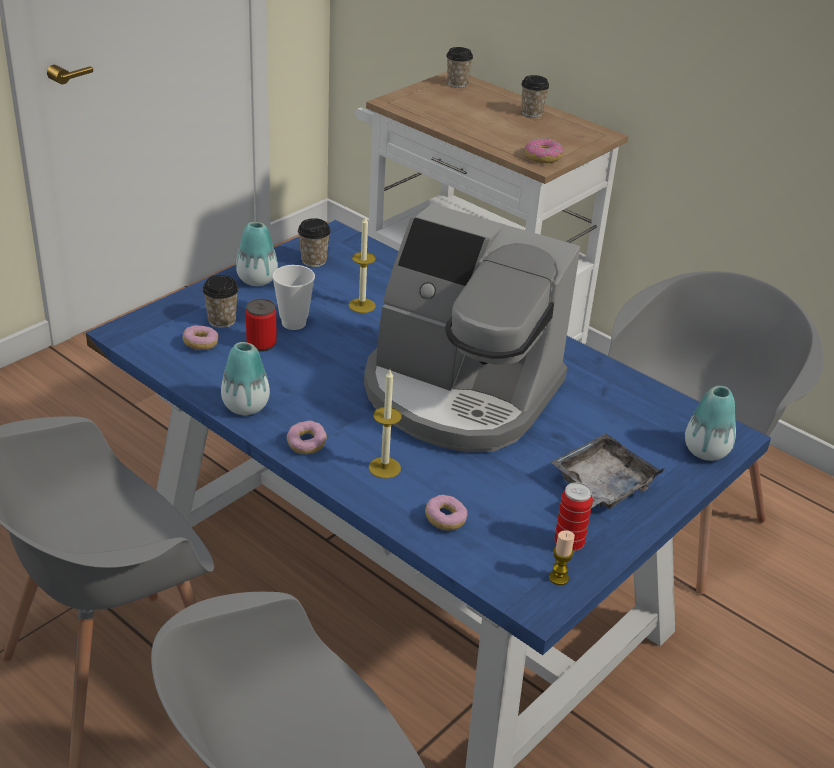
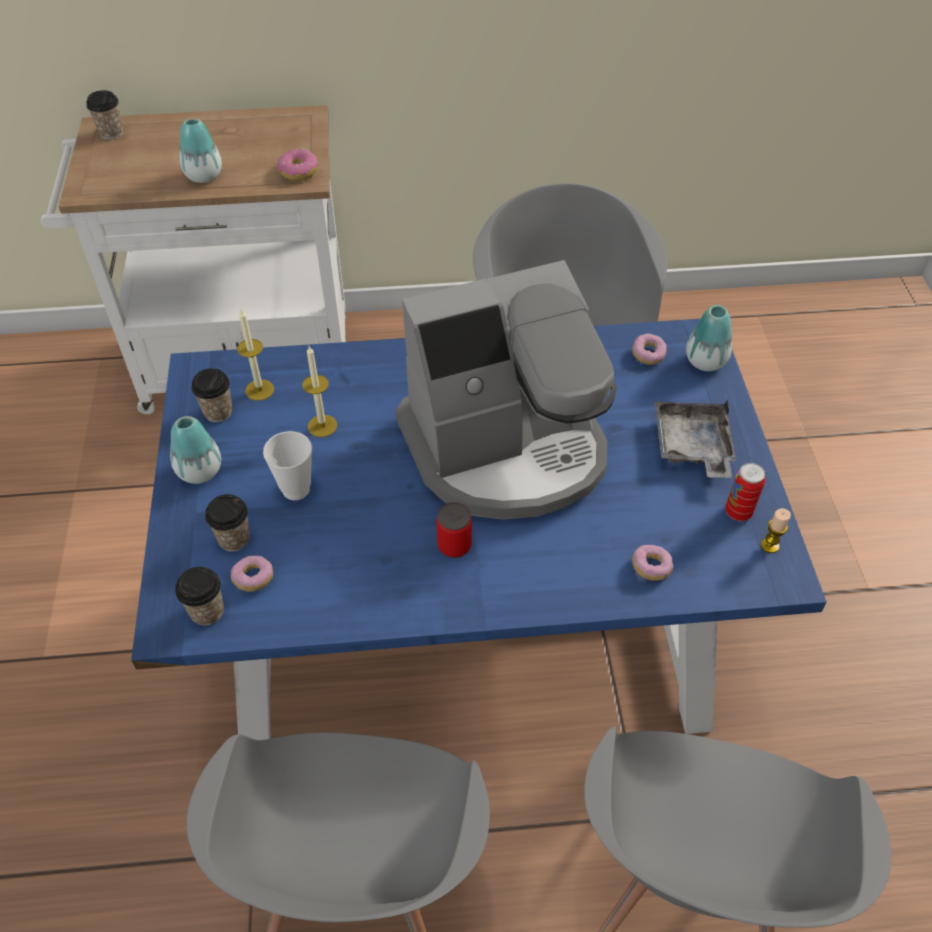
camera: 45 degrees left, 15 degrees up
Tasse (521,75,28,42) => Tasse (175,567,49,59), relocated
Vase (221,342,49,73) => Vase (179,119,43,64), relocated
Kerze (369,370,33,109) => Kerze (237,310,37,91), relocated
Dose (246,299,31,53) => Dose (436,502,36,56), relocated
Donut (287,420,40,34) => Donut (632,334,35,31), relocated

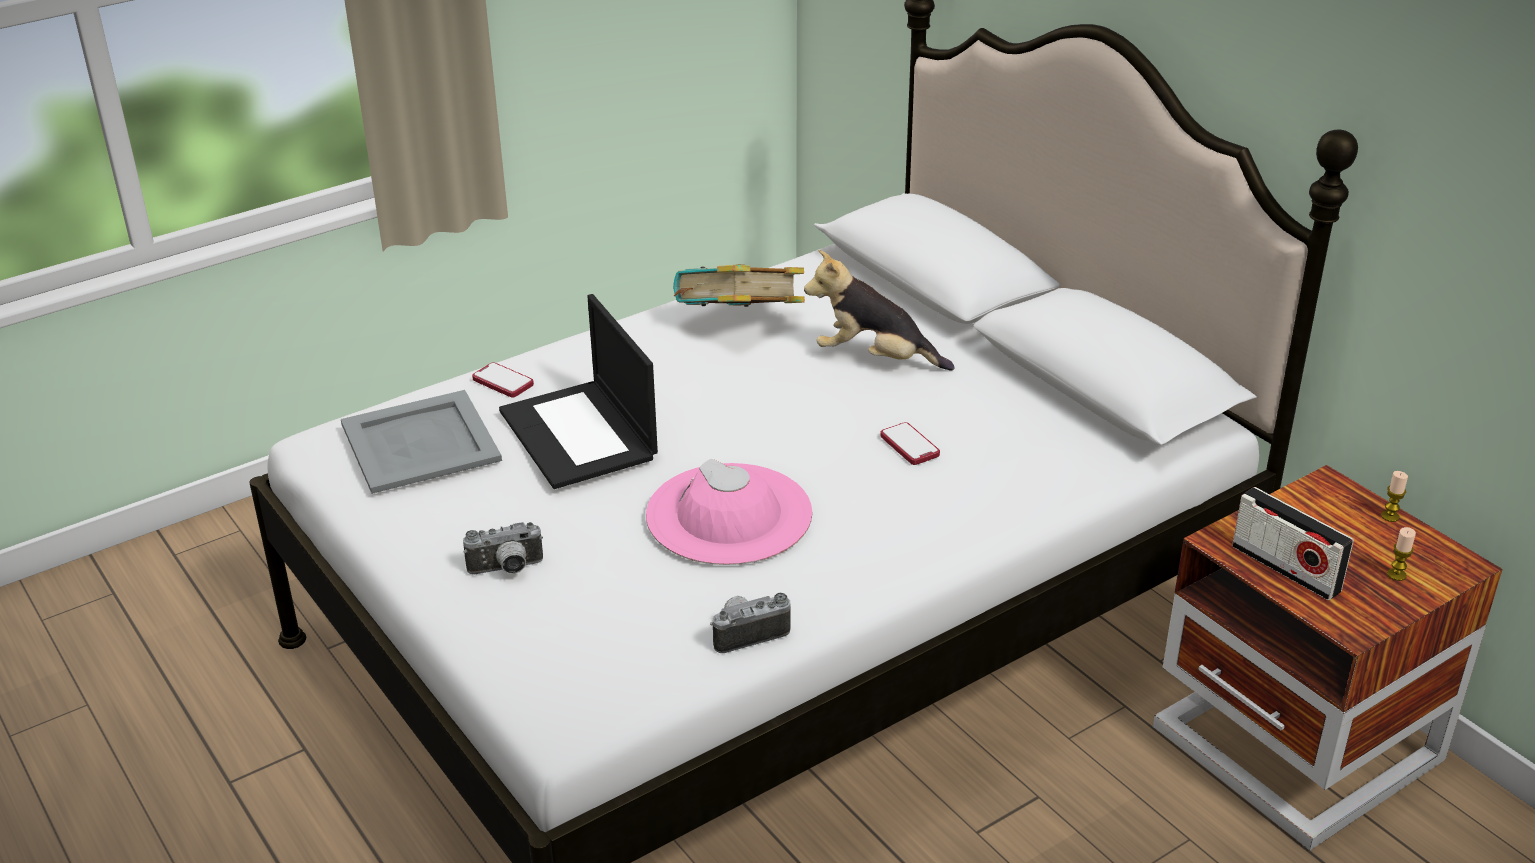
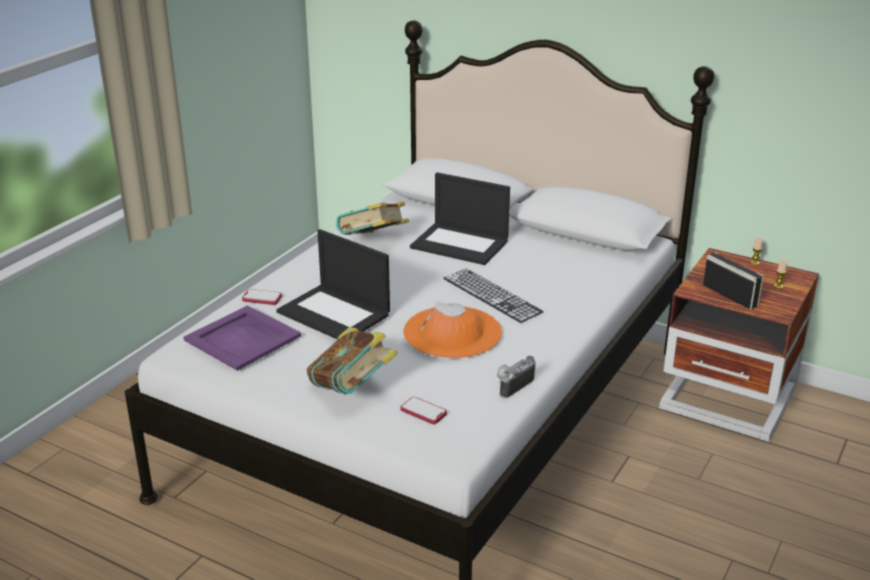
camera: 25 degrees left, 5 degrees down
Tablett (grau) (341,390,161,104) => Tablett (lila) (184,305,117,66)
Kamera (463,522,80,52) => Buch (307,327,90,68)
Handy (880,422,60,43) => Handy (400,397,47,28), relocated
Hut (rosa) (646,458,167,107) => Hut (orange) (404,302,98,56)
Plüschtier (804,250,151,121) => Laptop (410,172,100,93)
nothing => Tastatur (443,269,101,54)
Radio (1232,487,122,113) => Radio (703,252,60,57), 150 degrees counterclockwise

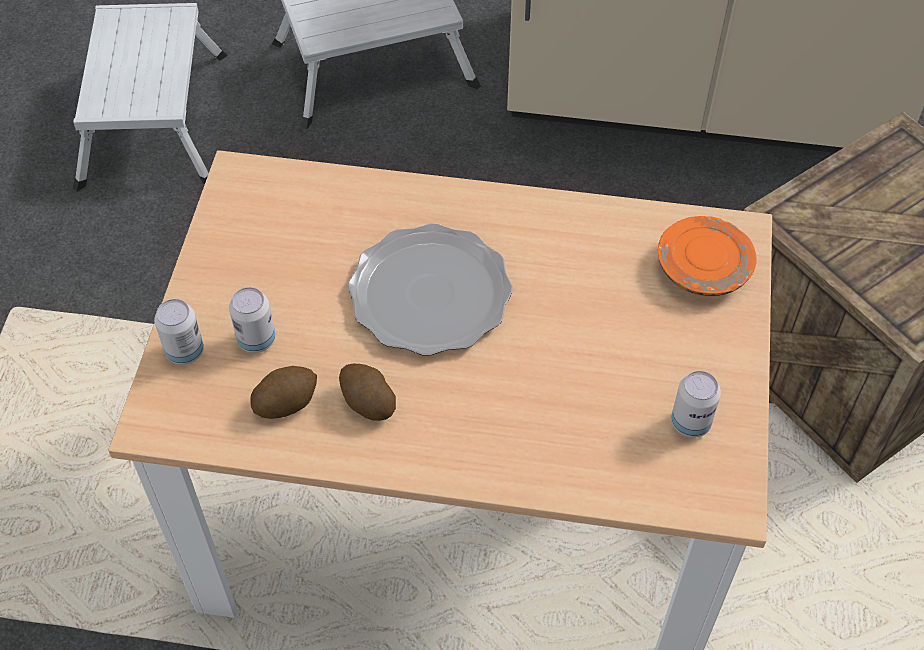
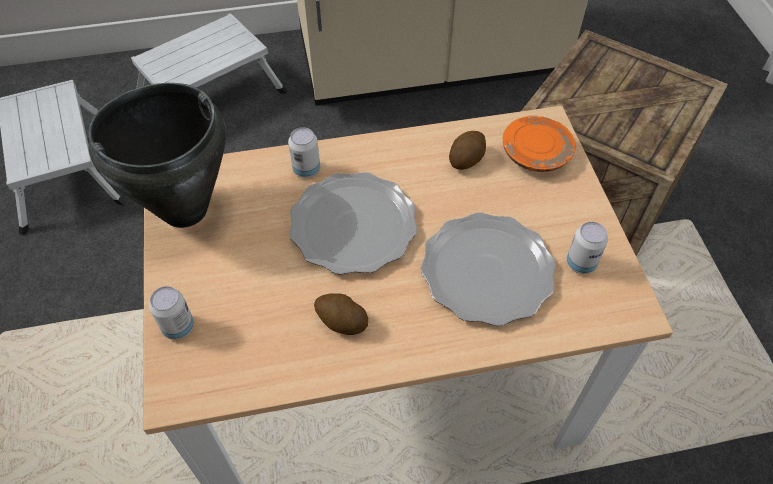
camera: 20 degrees left, 0 degrees up
nothing => Kochtopf (schwarz) (88,83,138,145)
Dose (229,287,47,66) => Dose (288,127,32,51), relocated
nothing => Teller (421,212,135,114)
Kartoffel (251,366,66,53) => Kartoffel (449,131,37,39), relocated

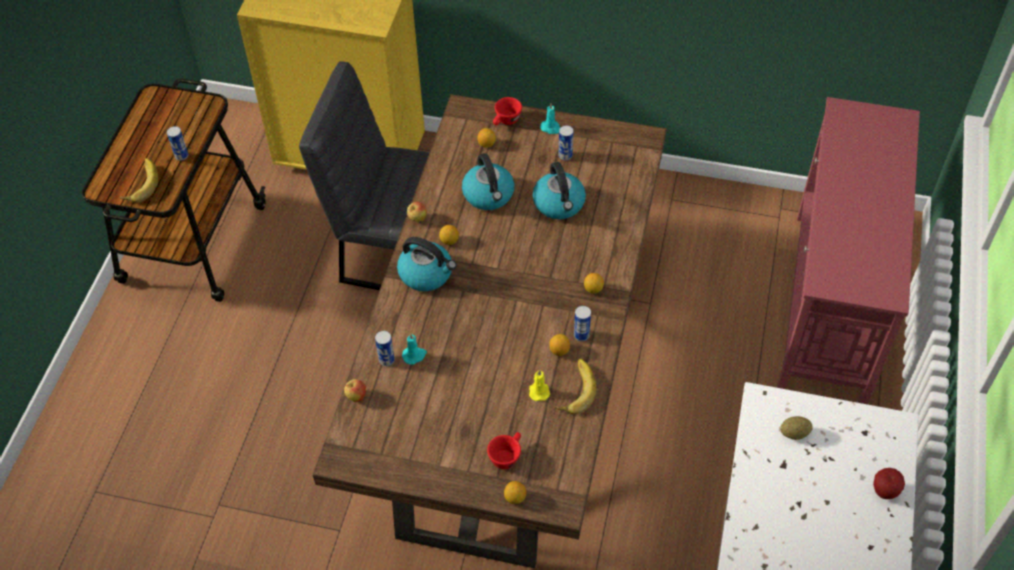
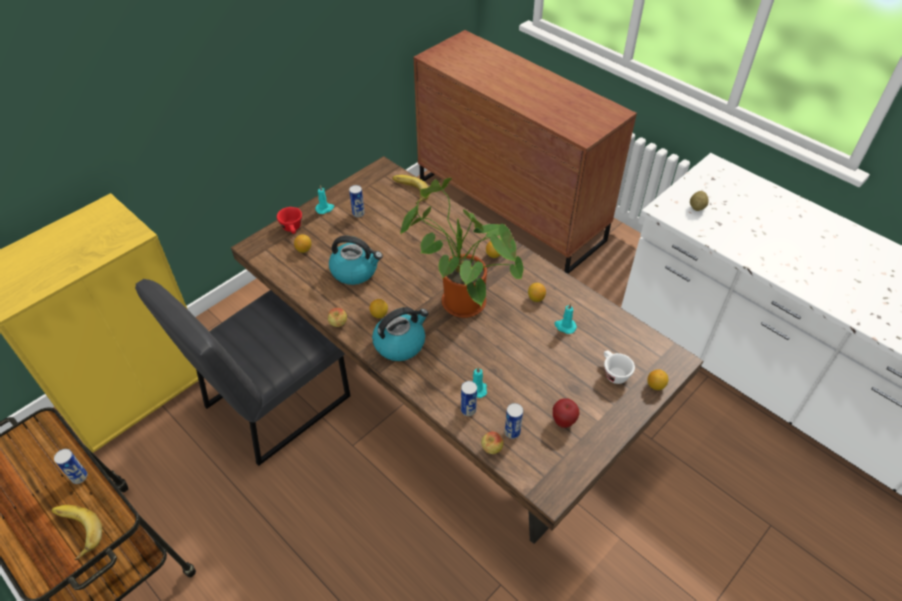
camera: 60 degrees left, 5 degrees down
Banane (555,359,41,55) => Banane (392,175,38,29), relocated
nothing => Topfpflanze (400,178,123,140)
Konsolentisch (rot) (776,97,144,307) => Kommode (braun) (413,30,224,244)
Dose (574,306,17,36) => Dose (505,403,18,36), relocated
Apfel (873,468,32,31) => Apfel (553,398,26,30), relocated
Kerze (gelb) (529,369,21,32) => Kerze (türkis) (554,303,23,31)
Tasse (rot) (487,432,34,37) => Tasse (weiß) (604,351,31,33)
Wasserkessel (533,162,53,57) => nothing

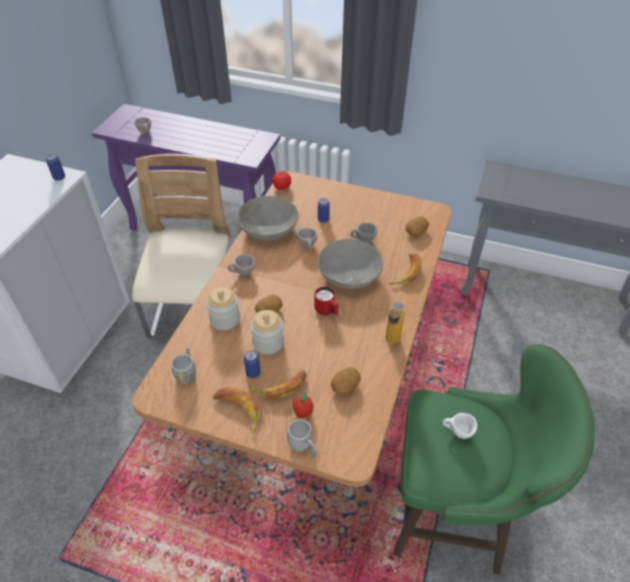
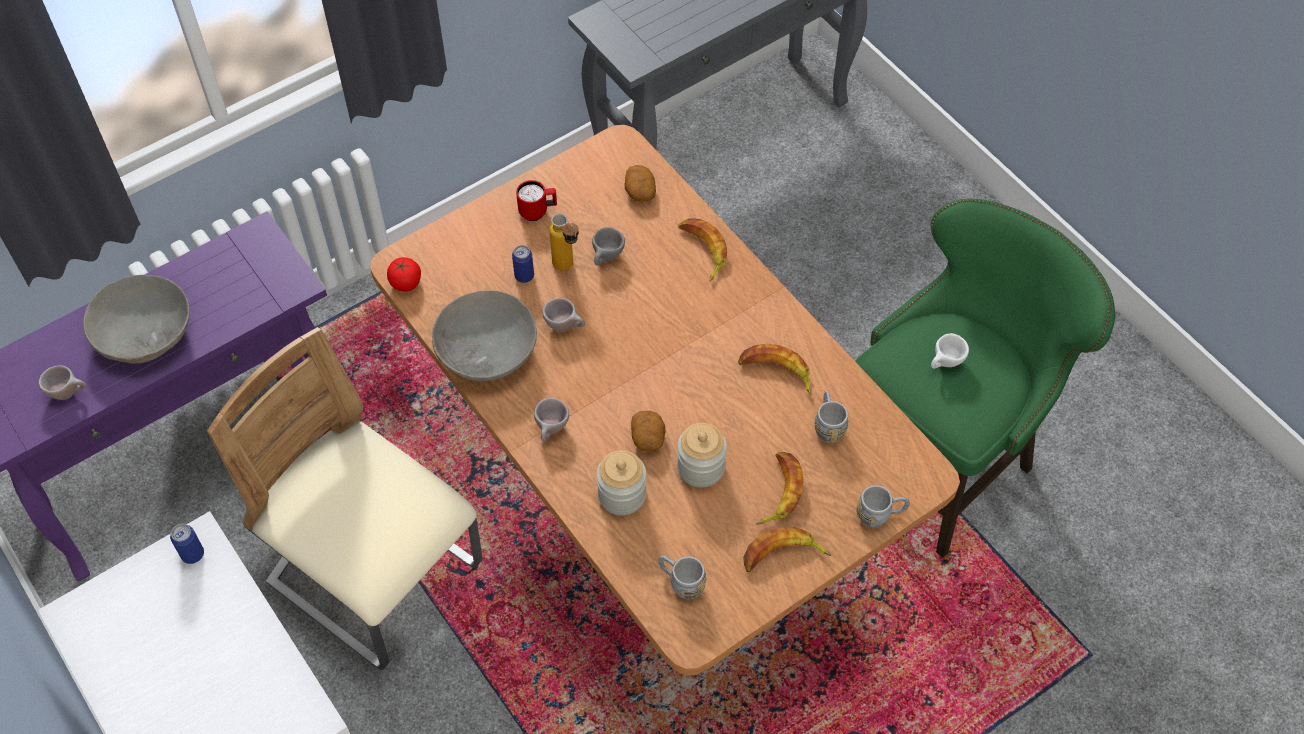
camera: 55 degrees left, 10 degrees up
Schüssel (grau) (318,239,65,50) => Schüssel (grau) (83,275,107,89), relocated
Henkelbecher (rot) (315,287,24,28) => Henkelbecher (rot) (516,180,41,41), relocated
Flasche (386,302,19,42) => Flasche (549,214,30,57), relocated
nothing => Banane (738,344,74,51)
Kartoffel (331,367,30,30) => Henkelbecher (grau) (815,391,34,52)
Dose (244,350,17,28) => nothing
Apfel (293,393,20,25) => nothing

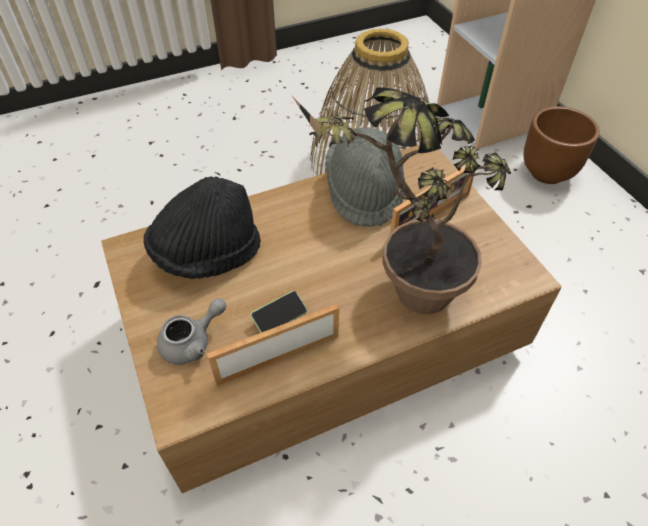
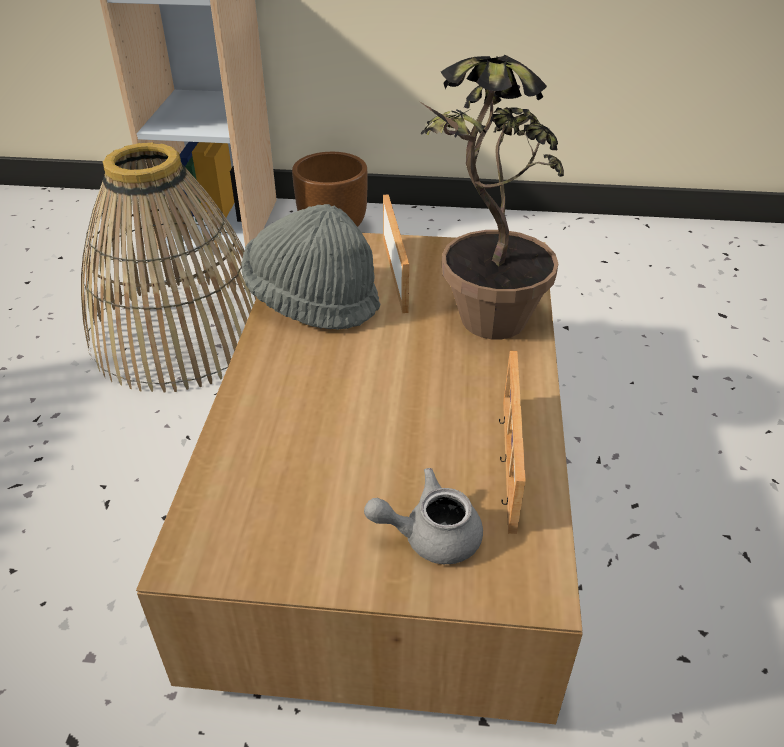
camera: 60 degrees left, 10 degrees down
Teekanne (grau) (157,298,69,67) => Teekanne (grau) (364,468,119,96), 90 degrees counterclockwise
Hut (schwarz) (143,176,118,103) => nothing
Handy (251,291,56,42) => nothing

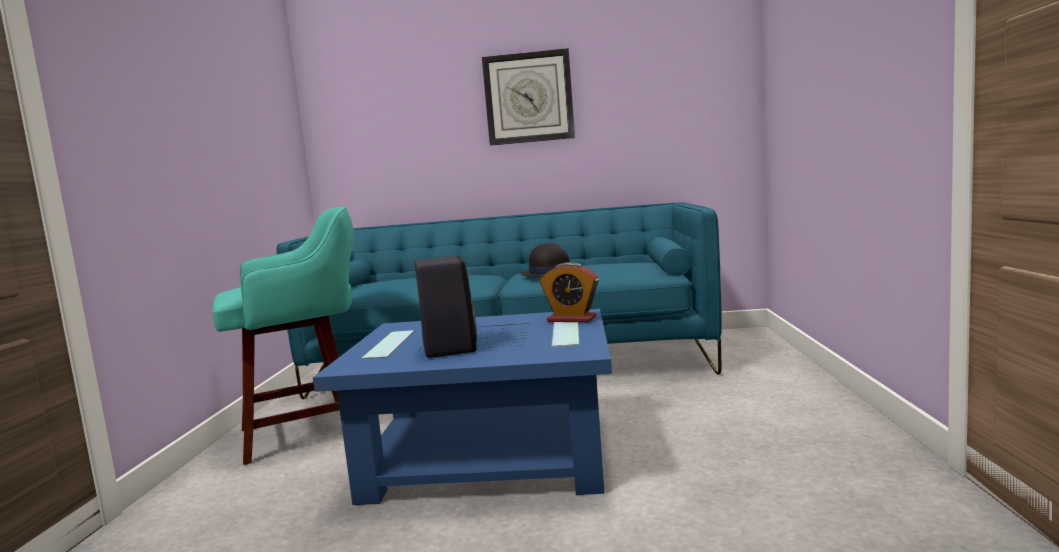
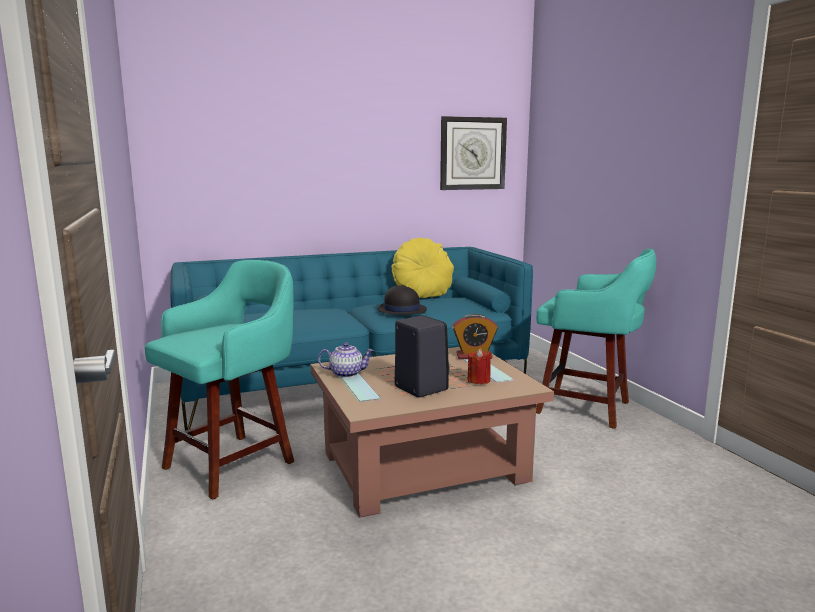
camera: 25 degrees left, 5 degrees up
Couchtisch (blau) (313,309,299,196) => Couchtisch (braun) (311,347,243,171)
nothing => Teekanne (318,342,56,36)
nothing => Kissen (gelb) (391,238,63,60)
Wanduhr (482,48,93,98) => Wanduhr (440,116,67,74), relocated
nothing => Kerze (rot) (467,348,24,36)
nothing => Hocker (türkis) (536,249,120,180)

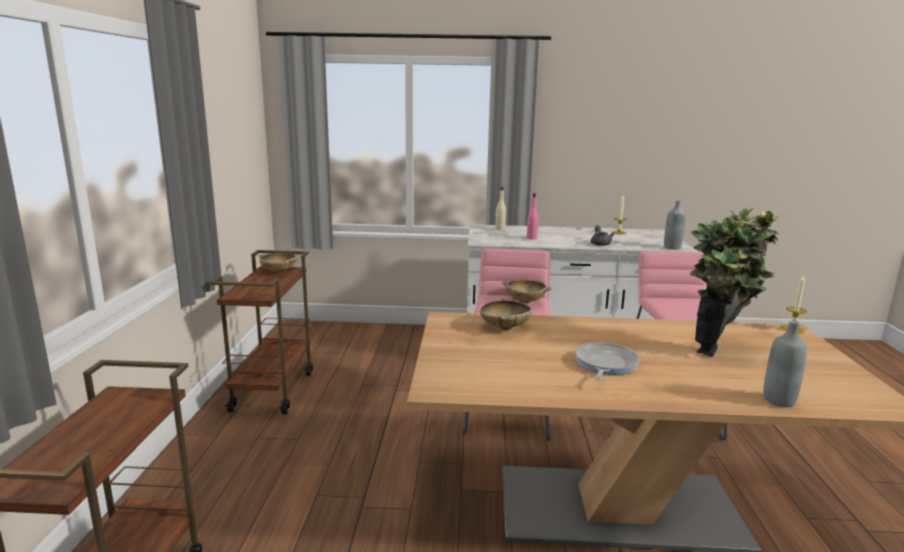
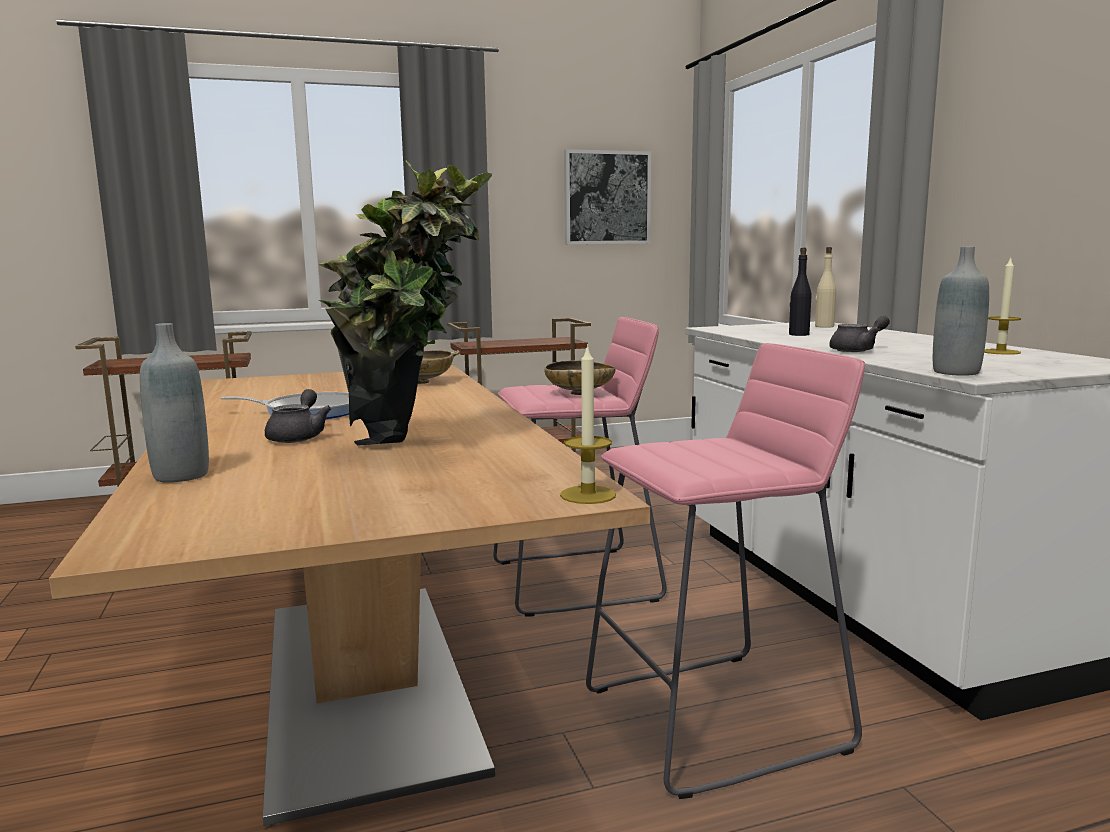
camera: 70 degrees right, 5 degrees down
nothing => Teekanne (grau) (265,389,66,54)
nothing => Bild (564,149,87,95)
Flasche (rosa) (527,193,11,47) => Flasche (schwarz) (789,248,22,88)
Schüssel (beige) (258,253,41,20) => nothing

